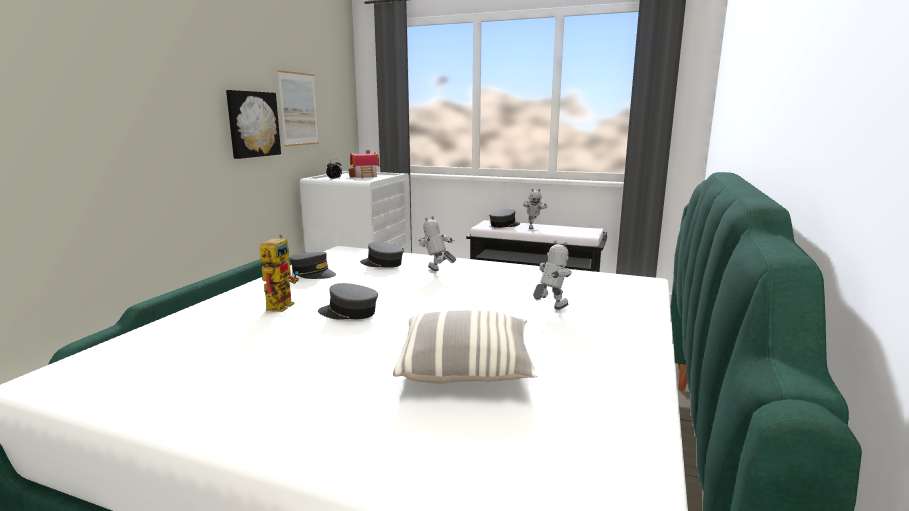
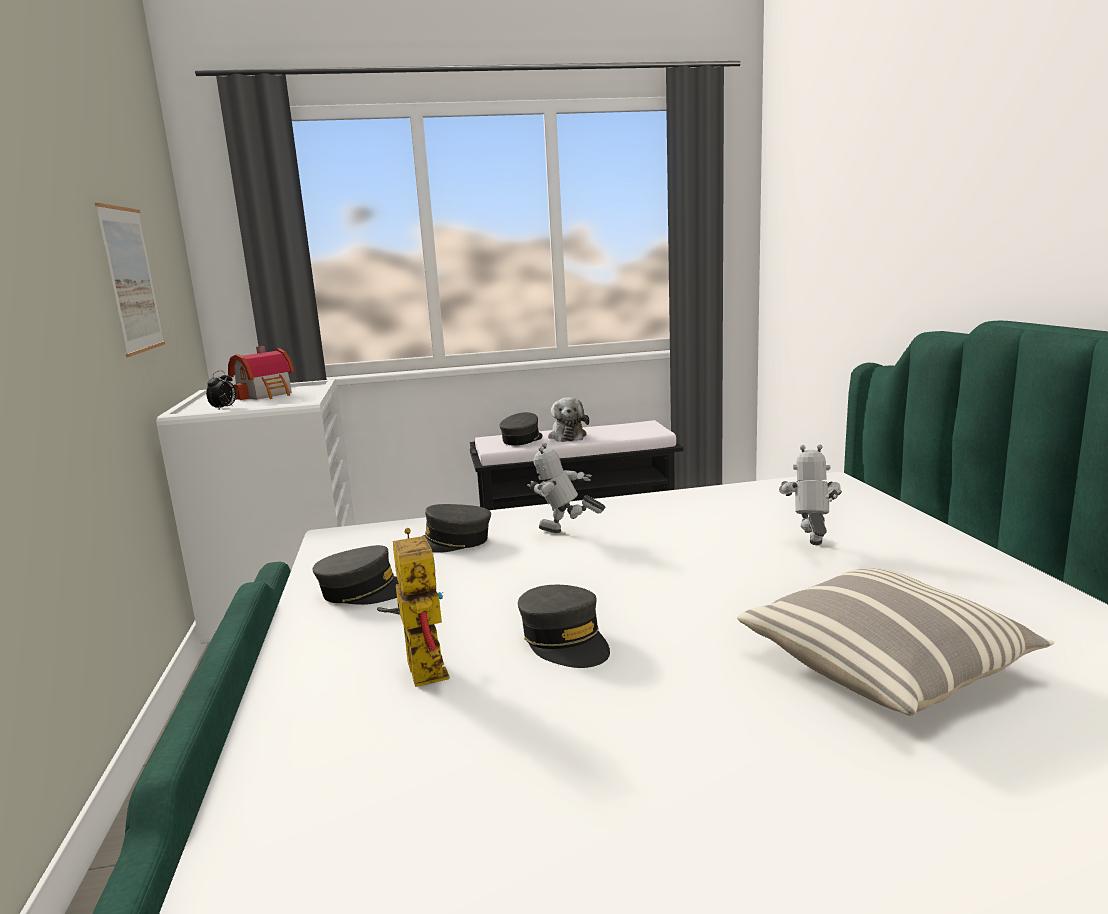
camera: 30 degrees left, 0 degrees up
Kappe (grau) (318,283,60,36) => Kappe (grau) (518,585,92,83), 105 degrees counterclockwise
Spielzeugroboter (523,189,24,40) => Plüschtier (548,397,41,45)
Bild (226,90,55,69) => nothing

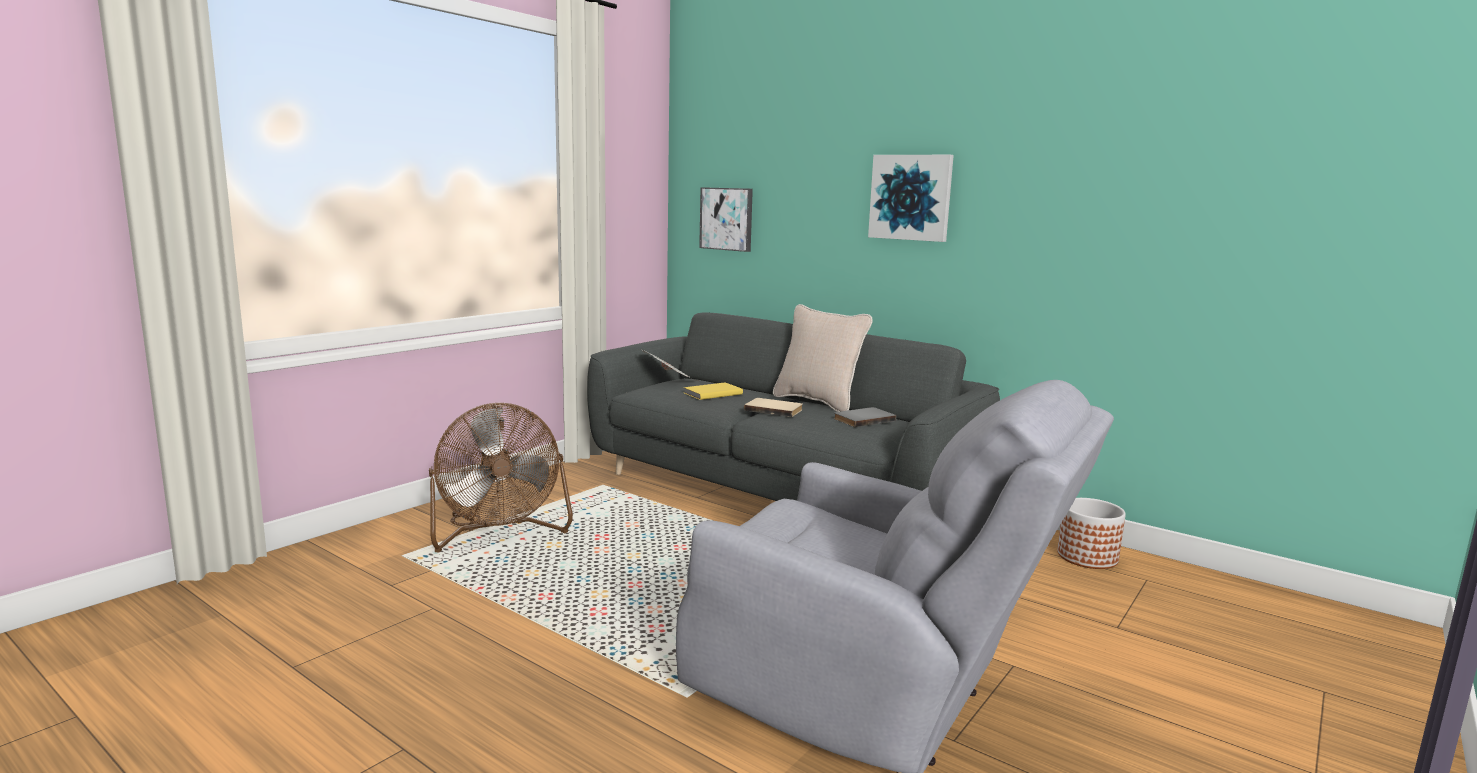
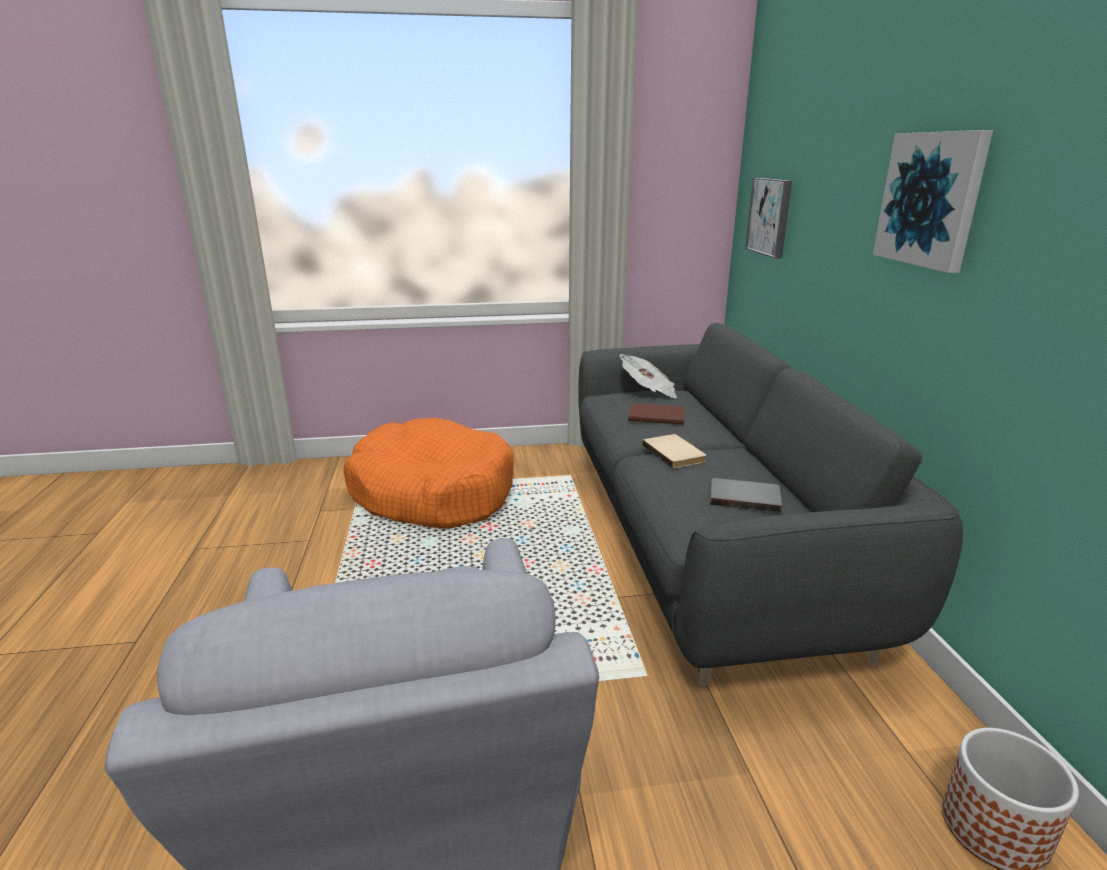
camera: 45 degrees right, 10 degrees up
Ventilator (braun) (429,403,144,149) => Hundebett (orange) (343,418,171,111)
Buch (gelb) (684,382,59,18) => Buch (braun) (628,403,56,22)
Kissen (beige) (773,304,100,108) => nothing

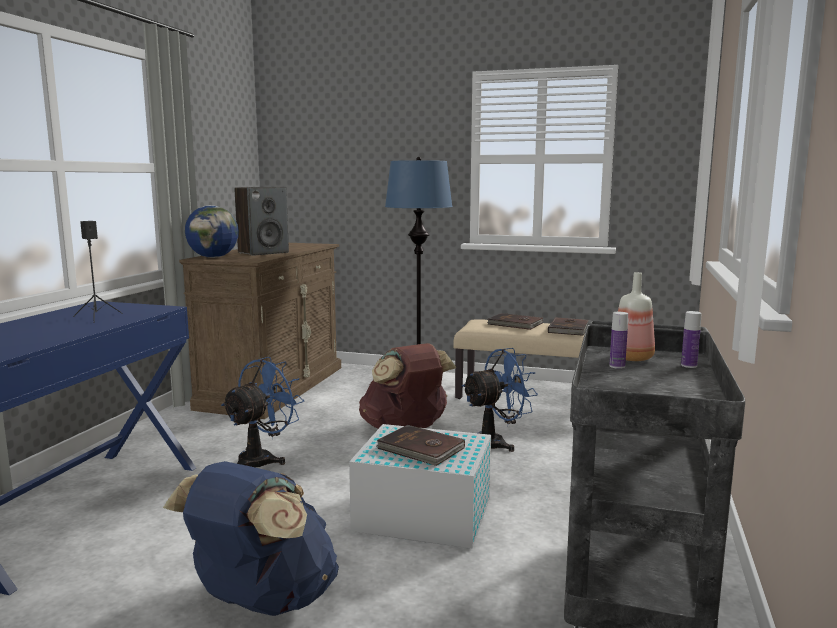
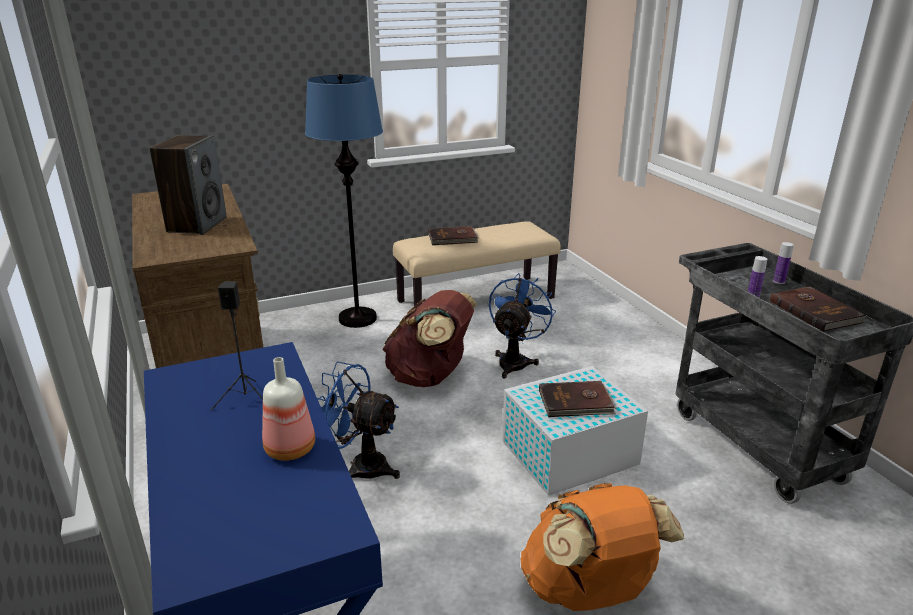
camera: 40 degrees left, 15 degrees up
Flasche (618,272,37,89) => Flasche (262,357,53,104), relocated
Ventilator (blau) (221,357,83,111) => Ventilator (blau) (317,362,83,117), 60 degrees counterclockwise
Rucksack (blau) (163,461,176,155) => Rucksack (orange) (520,483,164,128)
Buch (braun) (548,317,41,19) => Buch (braun) (770,286,96,46), relocated
Globus (185,205,54,53) => nothing

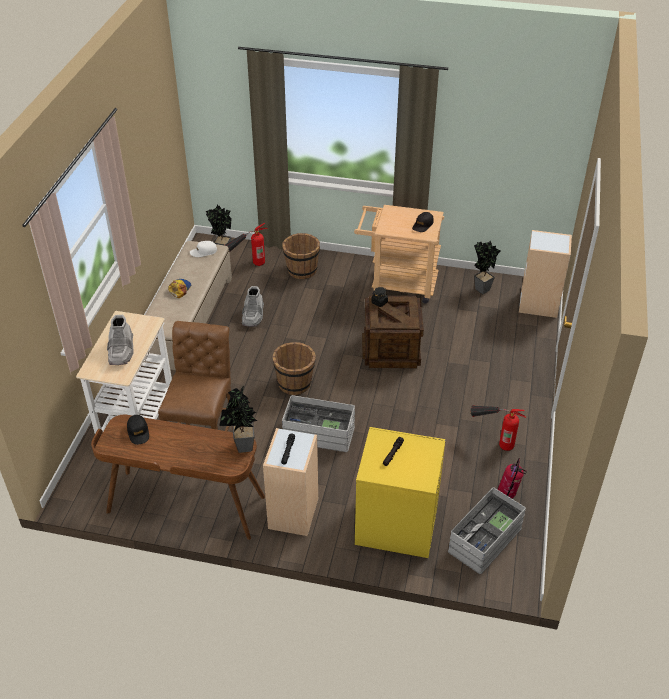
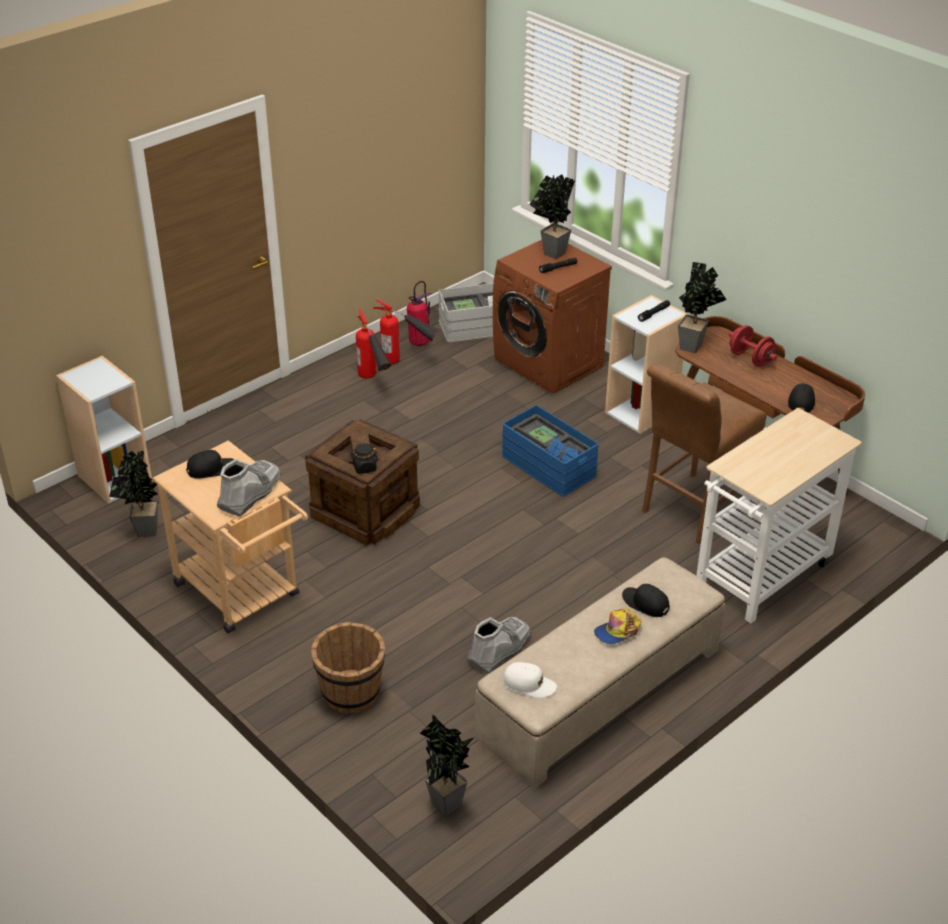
camera: 145 degrees left, 5 degrees down
Stiefel (grau) (107,315,27,50) => Stiefel (grau) (217,459,65,58), relocated
Feuerlöscher (224,223,43,43) => Feuerlöscher (373,299,66,65), relocated
Waschmaschine (gelb) (355,427,91,131) => Waschmaschine (braun) (493,240,119,154)
Aufbewahrungsbox (grau) (282,395,73,57) => Aufbewahrungsbox (blau) (502,405,97,91)
nothing => Topfpflanze (529,174,46,85)
nothing => Kappe (schwarz) (622,584,47,33)
nothing => Hantel (rot) (729,325,48,41)
Eimer (braun) (272,342,44,53) => nothing

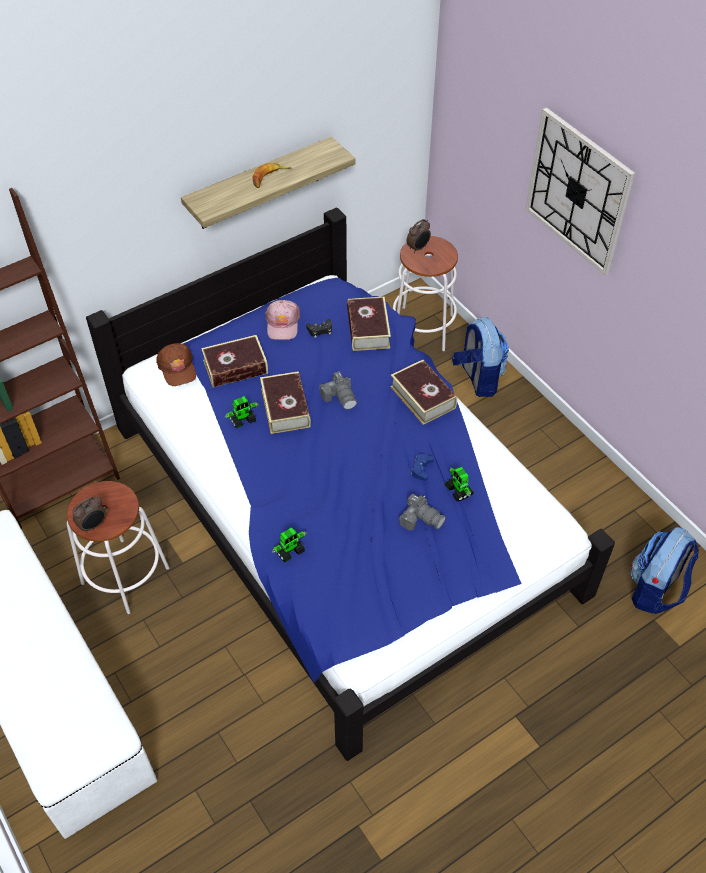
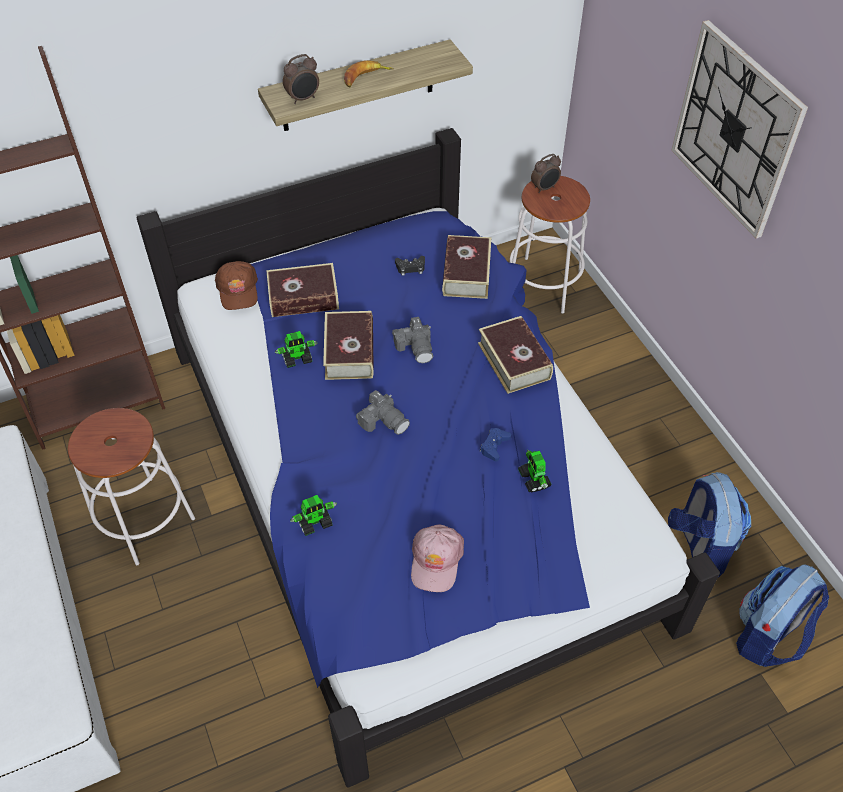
camera: 10 degrees right, 0 degrees up
Wecker (73,497,33,36) => Wecker (283,54,36,50), relocated
Kamera (399,494,47,37) => Kamera (356,390,54,45), relocated
Kappe (rosa) (265,300,35,40) => Kappe (rosa) (411,525,53,67), relocated
Rucksack (452,317,57,80) => Rucksack (668,472,83,105), relocated

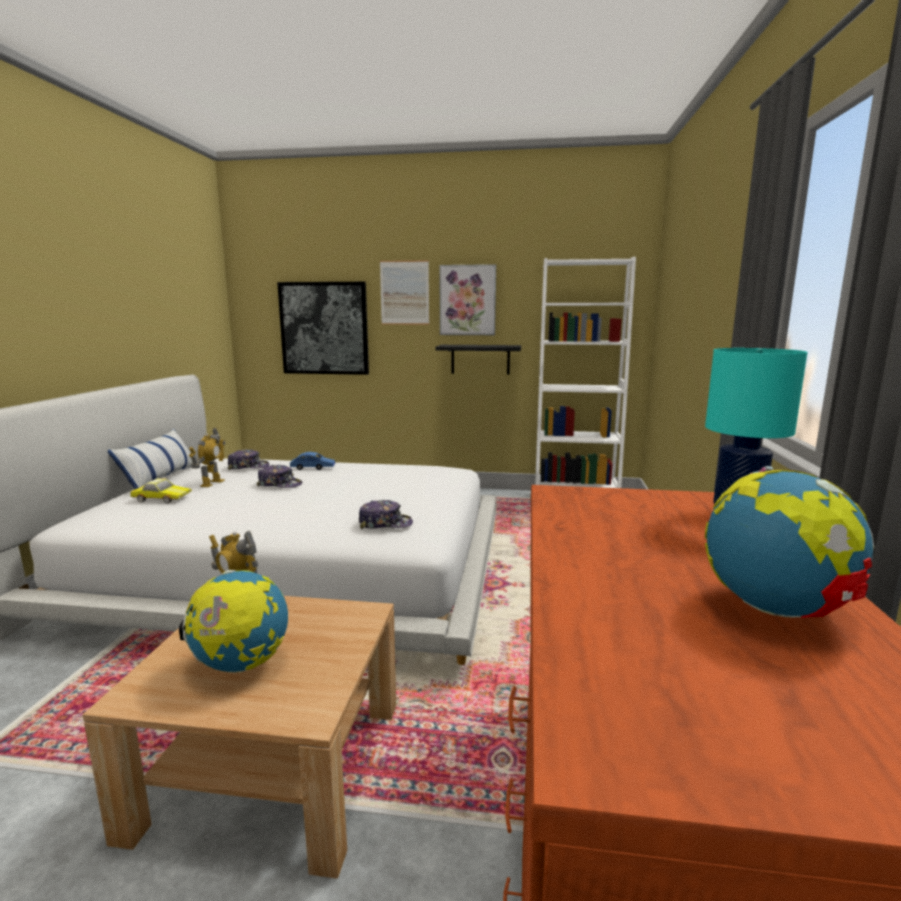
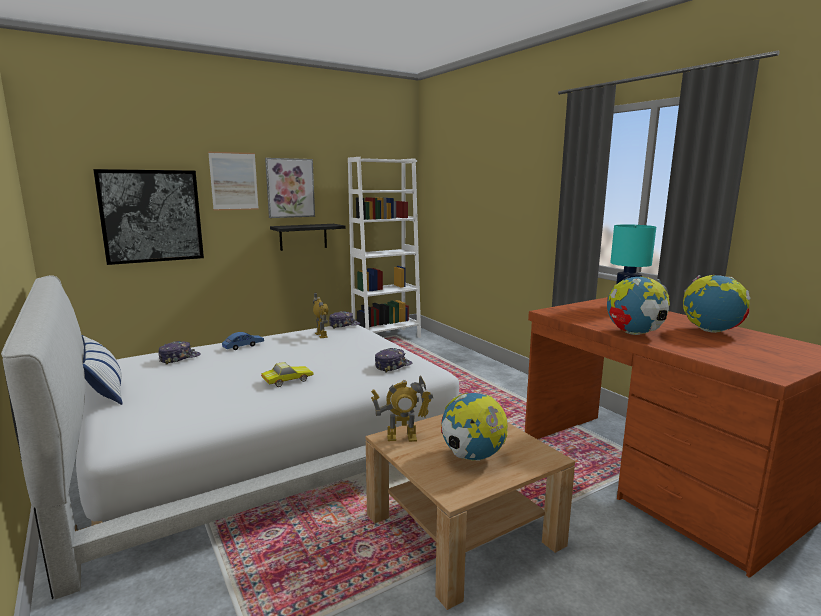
camera: 40 degrees left, 0 degrees up
Spielzeugauto (130,478,62,25) => Spielzeugauto (261,362,53,25), relocated
Spielzeugroboter (189,428,37,59) => Spielzeugroboter (313,292,15,46), relocated
Kappe (257,465,45,23) => Kappe (329,311,31,18), relocated
nothing => Globus (607,276,63,59)

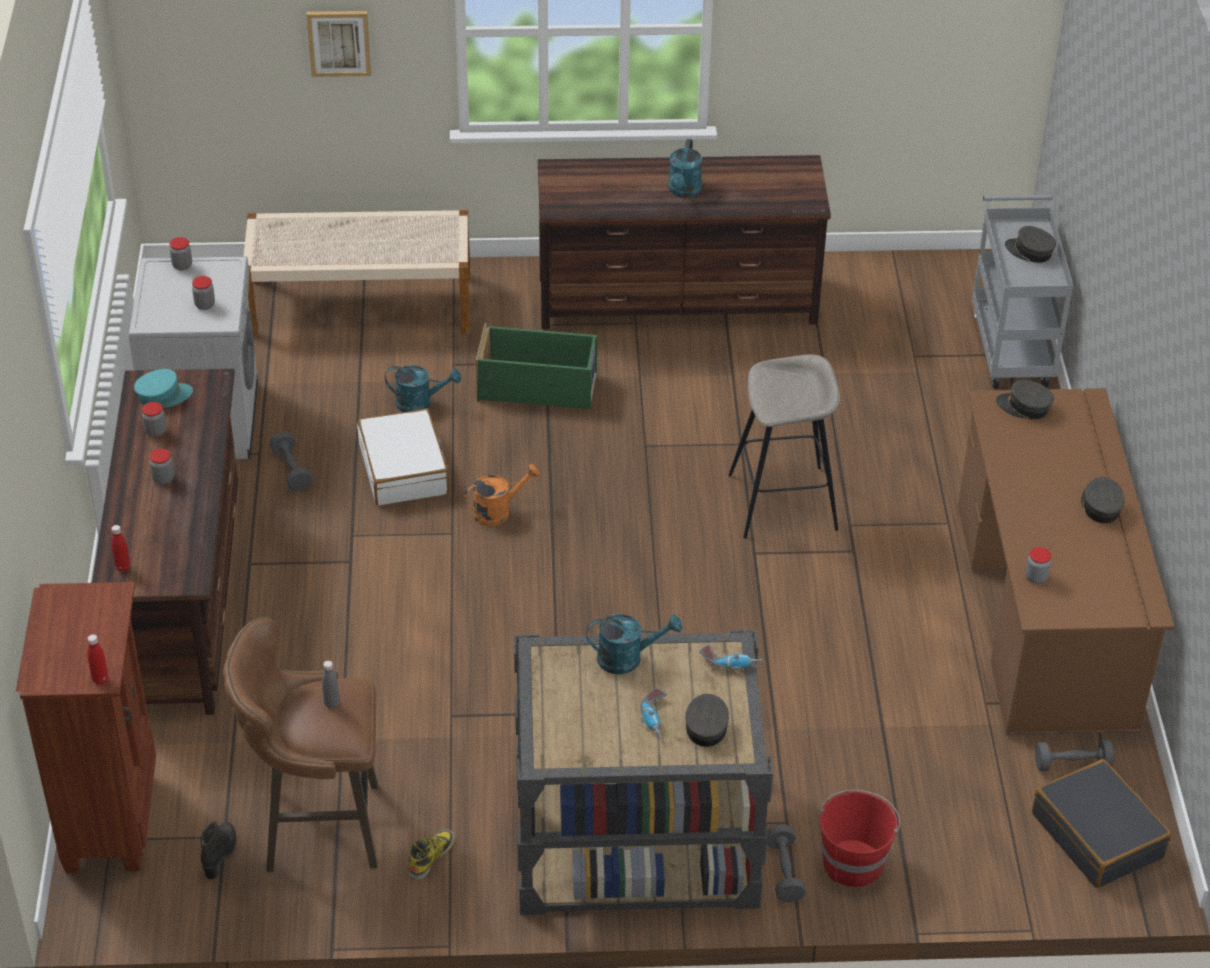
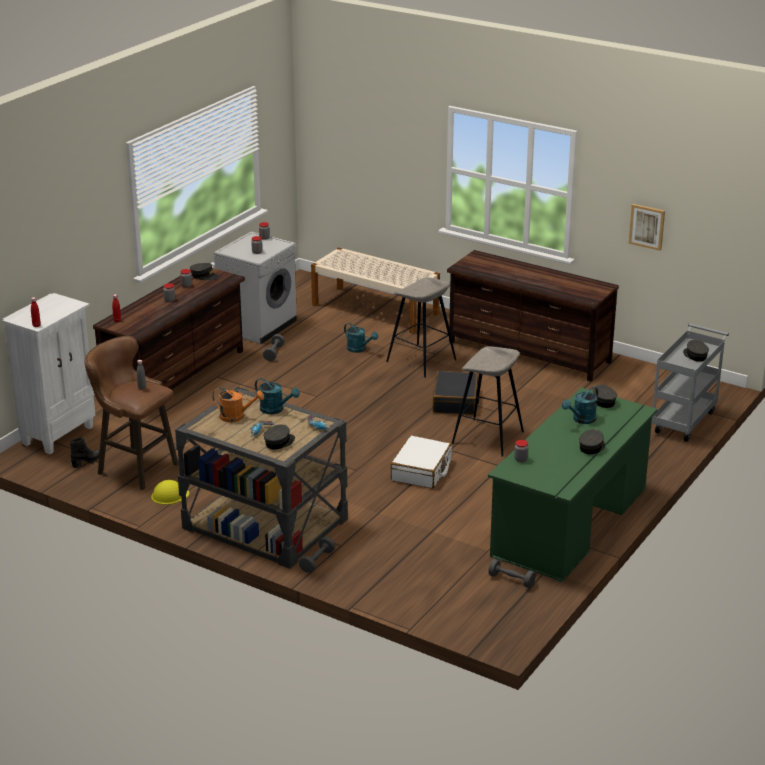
camera: 35 degrees right, 15 degrees down
Schrank (braun) (16,582,140,291) => Schrank (weiß) (2,293,93,161)
Stiefel (409,829,46,51) => Schutzhelm (gelb) (151,480,38,25)
Kappe (türkis) (134,369,59,38) => Kappe (grau) (190,263,29,17)
Gießkanne (orange) (464,464,76,62) => Gießkanne (orange) (213,388,51,34), relocated
Aufbewahrungsbox (grün) (476,323,121,86) => Hocker (grau) (386,277,70,101)
Koffer (weiß) (357,409,92,97) => Koffer (weiß) (391,435,61,53), relocated
Koffer (schwarz) (1032,759,139,129) => Koffer (schwarz) (433,371,47,44), relocated
Schreibtisch (braun) (958,388,216,348) => Schreibtisch (grün) (488,387,169,195)
Gießkanne (türkis) (669,139,33,59) => Gießkanne (türkis) (562,387,36,37), relocated
Bild (306,11,65,66) => Bild (629,204,36,47), relocated
Eimer (rot) (819,790,81,97) => nothing

